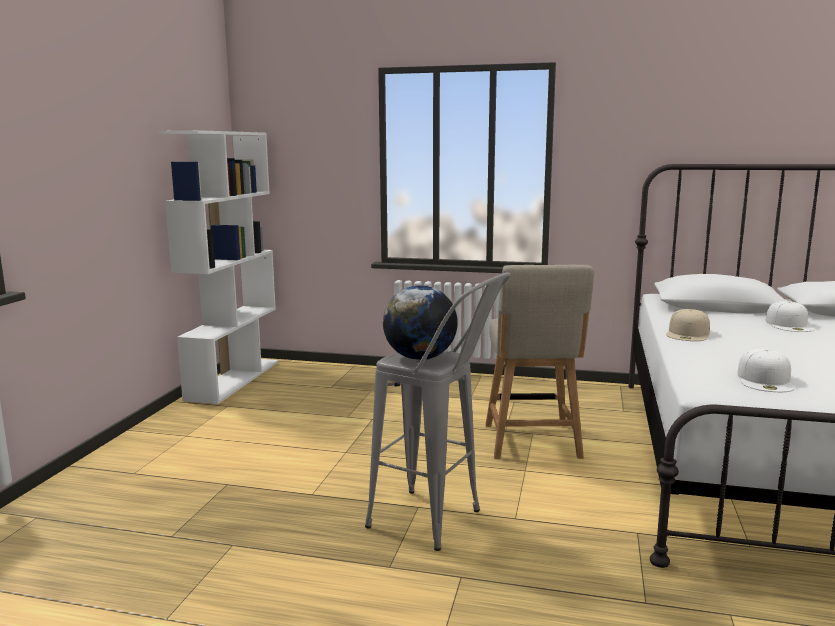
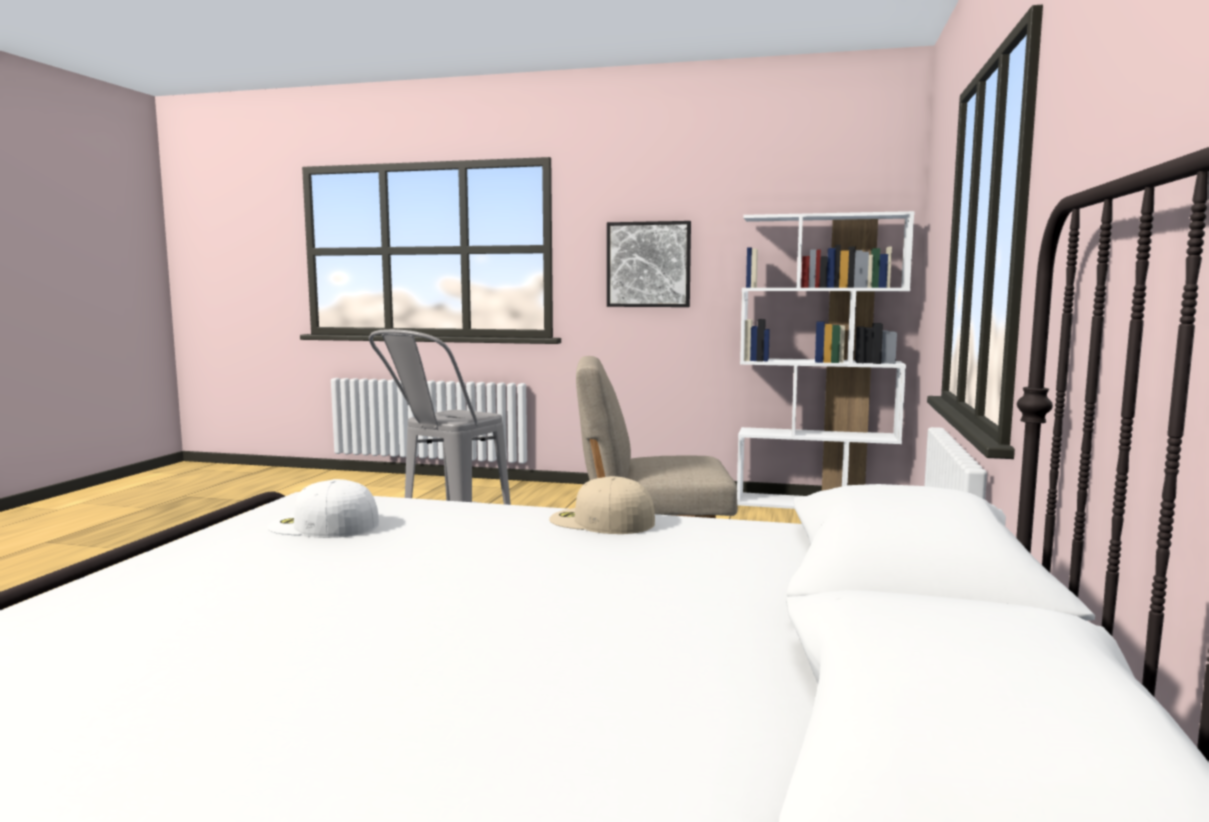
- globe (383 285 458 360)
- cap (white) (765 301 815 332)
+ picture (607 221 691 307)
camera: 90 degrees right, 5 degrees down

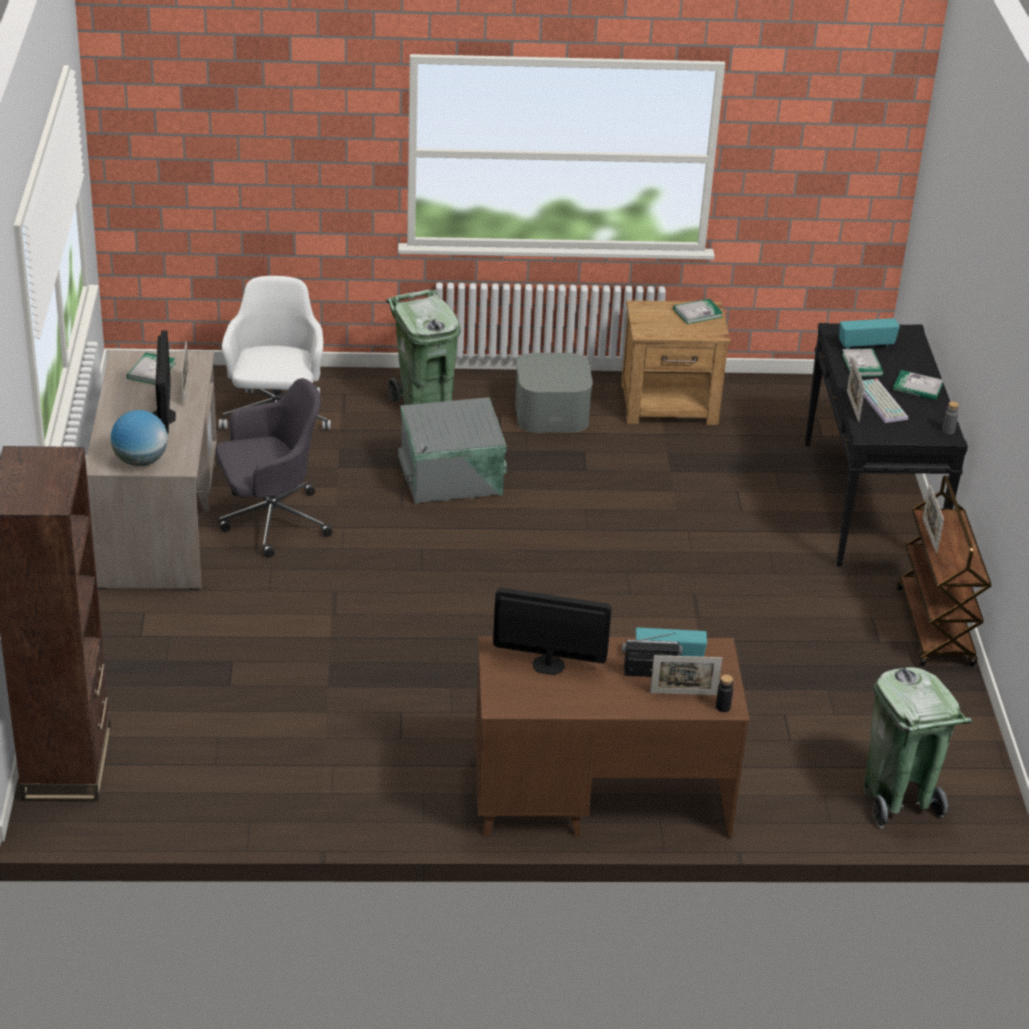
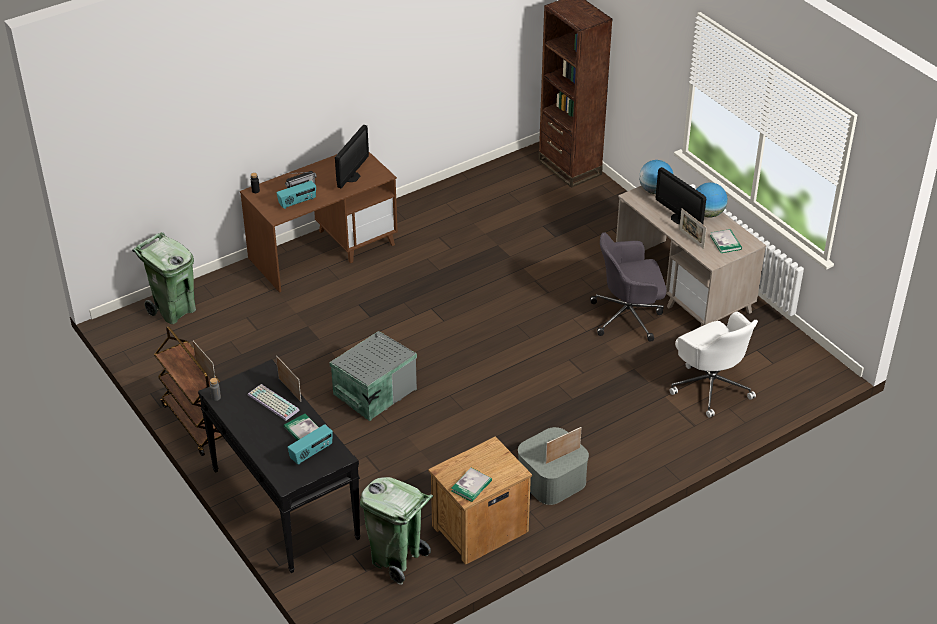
~ trash can (green) (386 290 460 405) to (360 477 433 585)
- book (893 370 944 400)
~ office chair (grey) (216 378 332 558) = (590 232 667 342) 45 degrees clockwise
~ storage box (grey) (398 397 507 505) to (330 331 417 421)
~ monitor (493 588 612 675) = (335 125 369 188) 45 degrees counterclockwise
~ picture frame (650 655 722 695) to (546 427 582 464)
+ globe (696 182 728 217)
camera: 150 degrees right, 5 degrees up

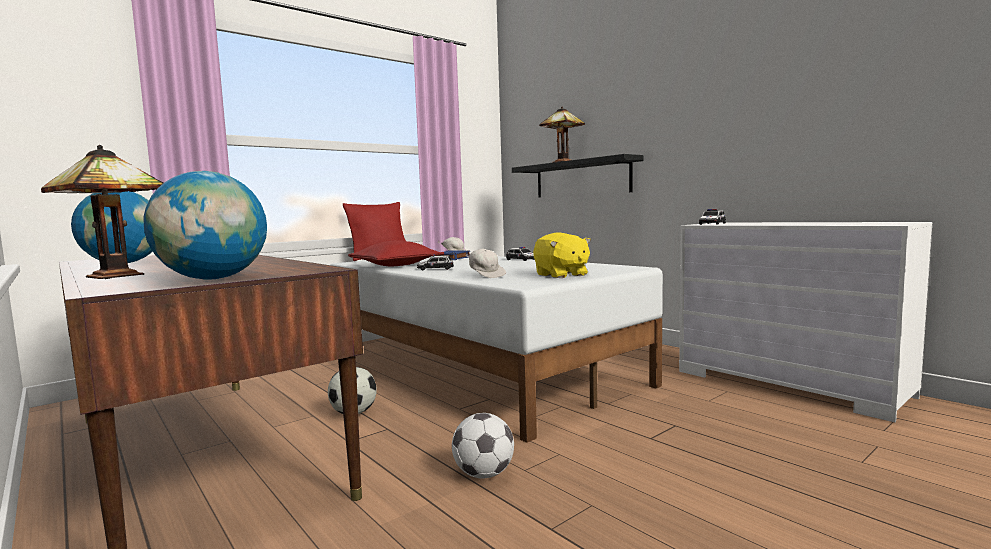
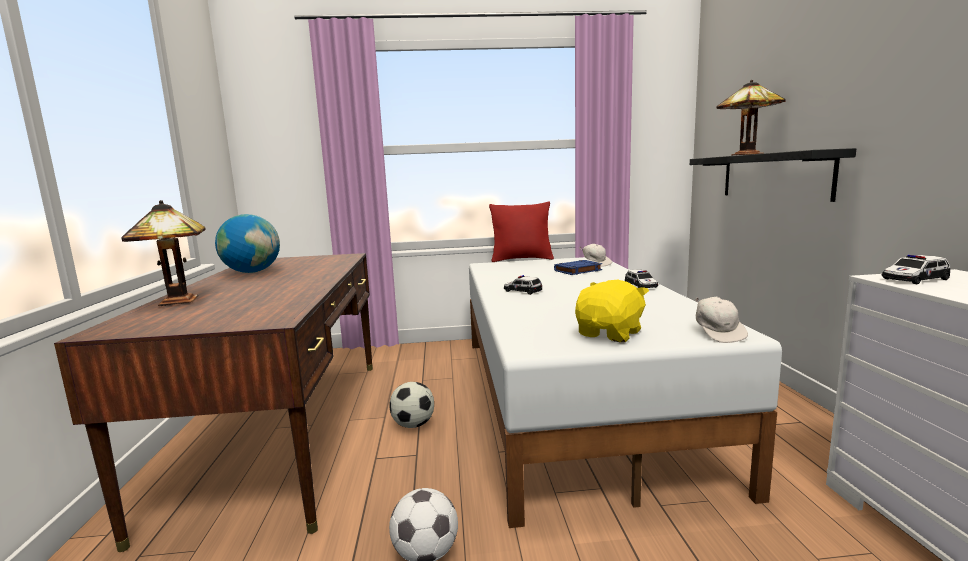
- globe (143 171 267 280)
~ plush toy (yellow) (533 232 591 278) = (575 280 649 342) 150 degrees counterclockwise
- pillow (red) (348 240 444 266)
~ cap (white) (466 249 506 278) to (696 297 748 343)
camera: 35 degrees right, 5 degrees up

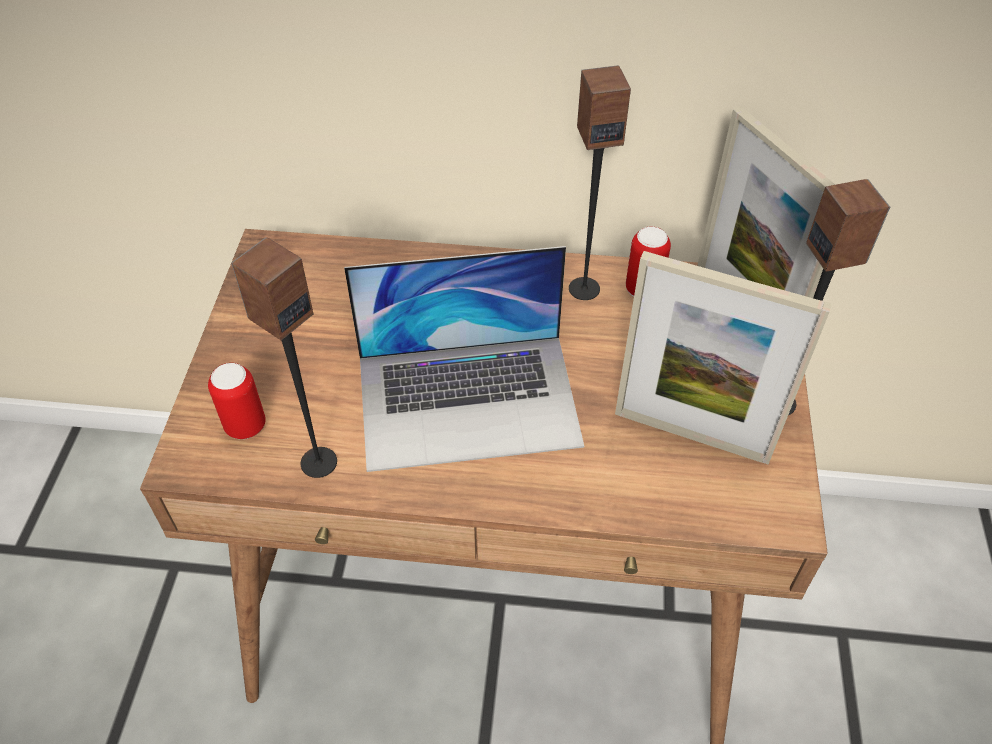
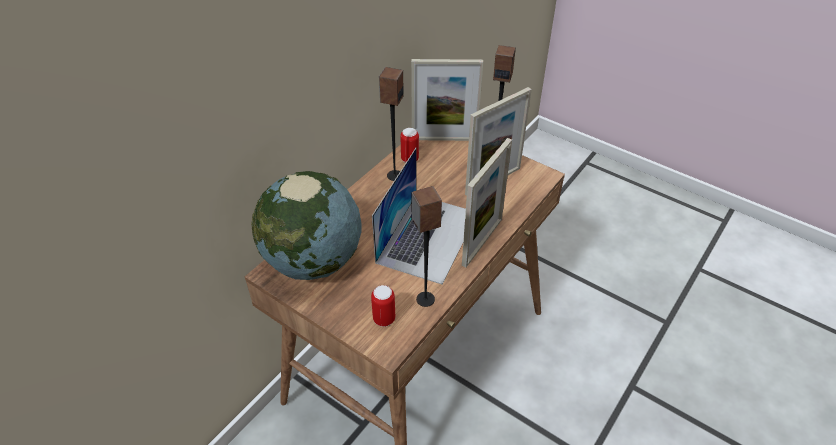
+ picture frame (462 138 512 268)
+ globe (251 171 361 280)
camera: 60 degrees left, 5 degrees down

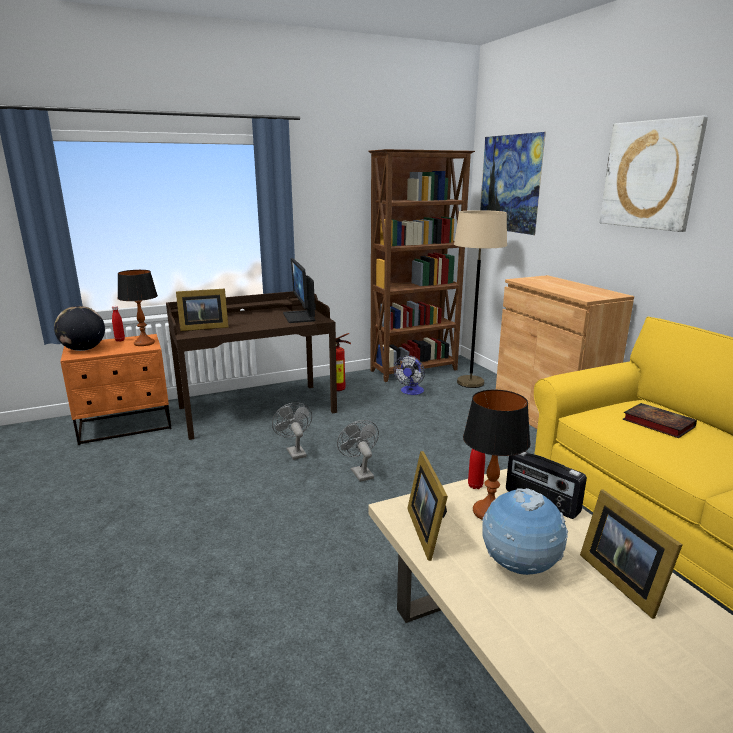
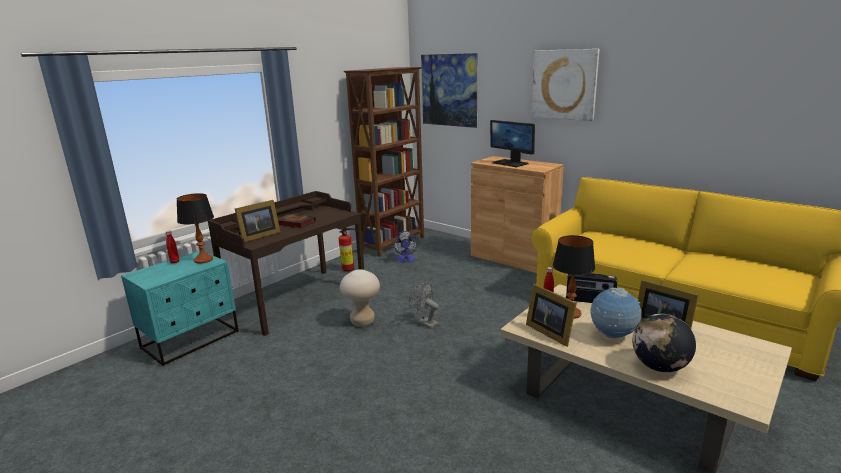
- floor lamp (beige) (454 210 507 388)
~ monitor (283 258 316 323) to (490 120 535 167)
~ globe (54 306 105 351) to (632 314 696 372)
~ nightstand (orange) (60 334 172 445) to nightstand (turquoise) (121 251 239 366)
~ fan (grey) (272 402 312 460) to stool (beige) (340 269 380 327)
~ book (622 403 697 438) to (278 214 316 228)
camera: 25 degrees left, 0 degrees up

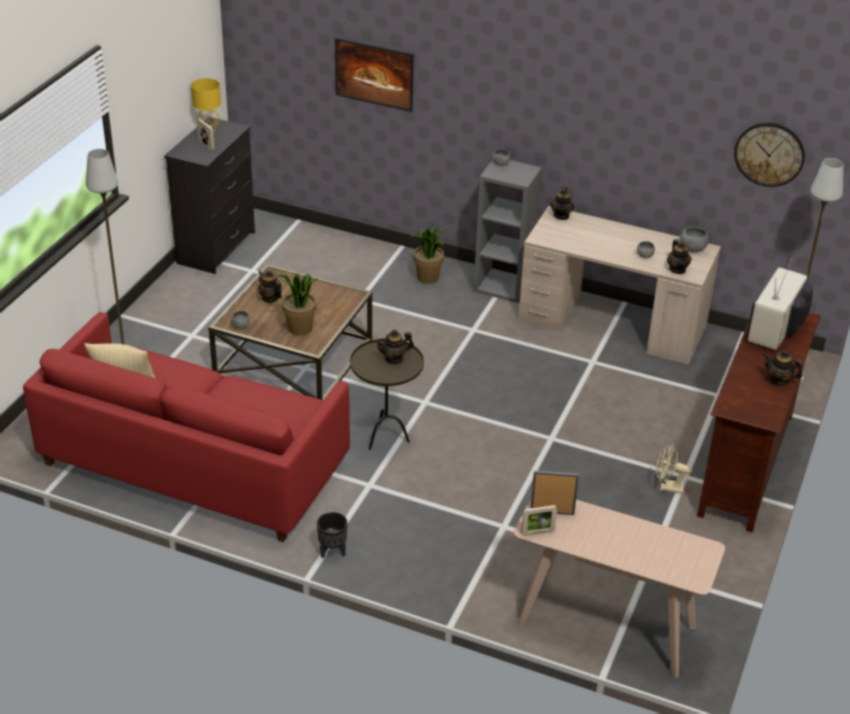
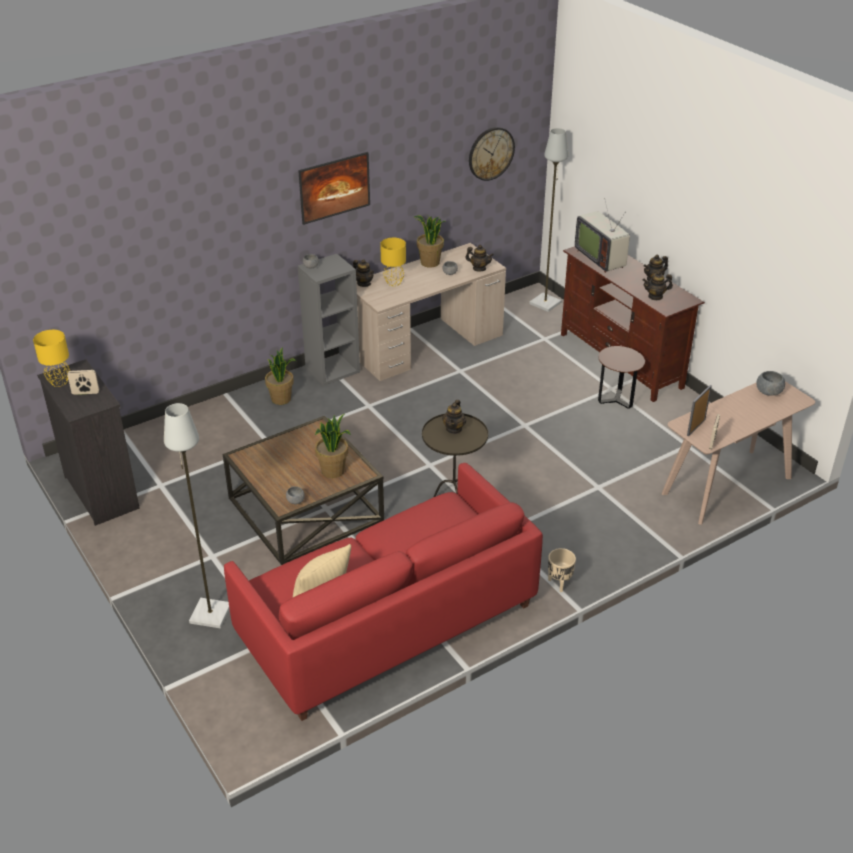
~ picture (335 38 414 112) to (298 152 370 225)
~ bowl (grey) (680 227 709 252) to (756 371 785 396)
~ teapot (258 270 282 303) to (643 271 673 300)
~ fan (beige) (656 444 693 494) to side table (brown) (598 346 645 409)
~ planter (black) (317 512 348 558) to planter (beige) (548 548 576 592)
+ potted plant (414 215 446 268)
+ table lamp (yellow) (380 238 406 286)
camera: 55 degrees left, 0 degrees up

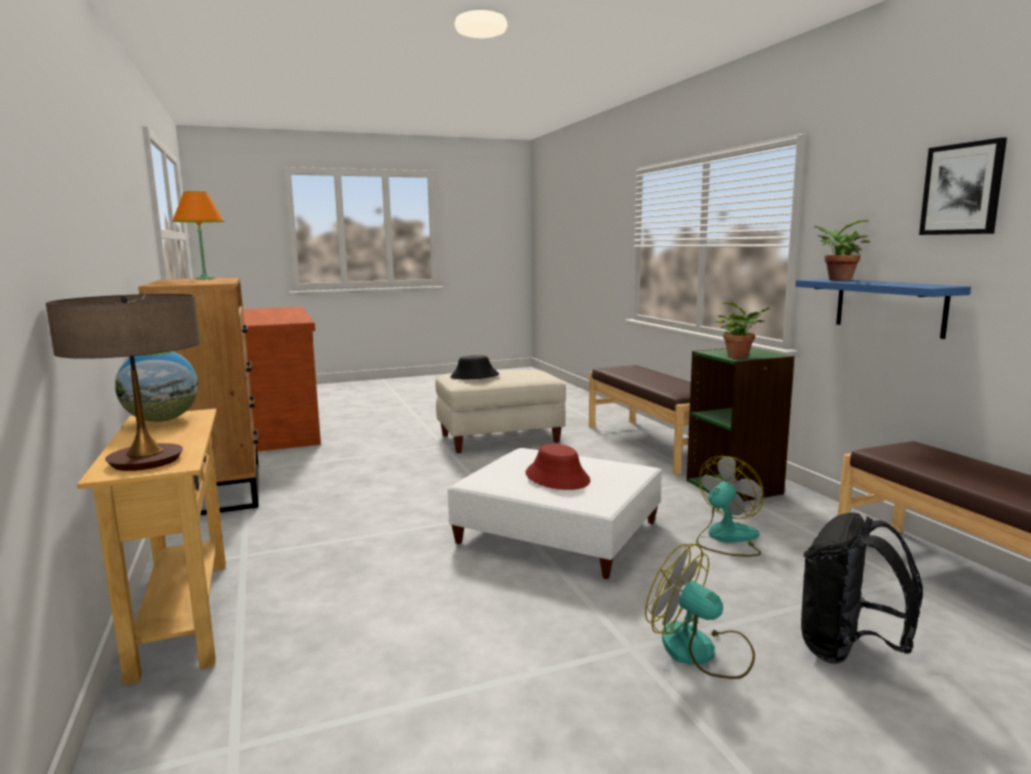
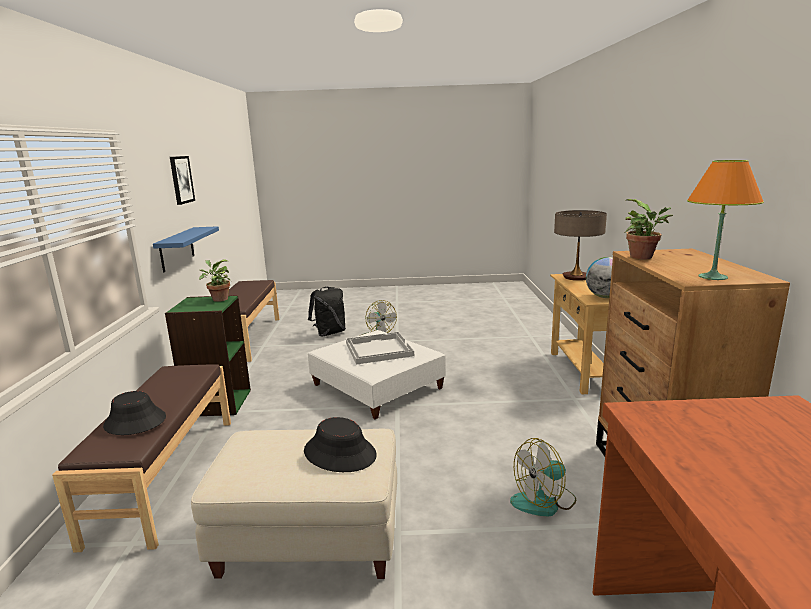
~ potted plant (814 220 870 281) to (625 199 673 259)
~ hat (red) (525 444 590 490) to tray (white) (346 332 414 365)
~ fan (696 456 764 557) to (510 438 576 516)
+ hat (black) (103 391 166 435)
camera: 160 degrees left, 5 degrees up

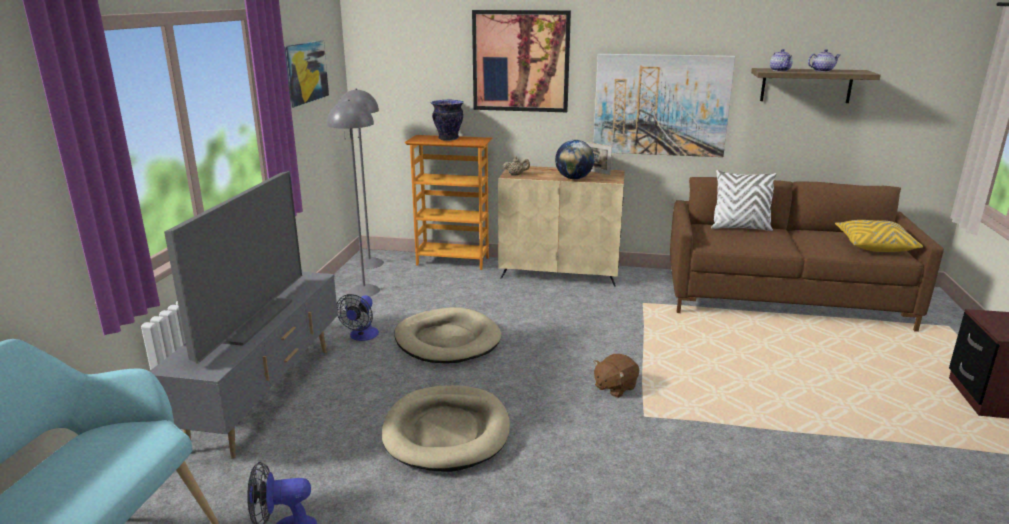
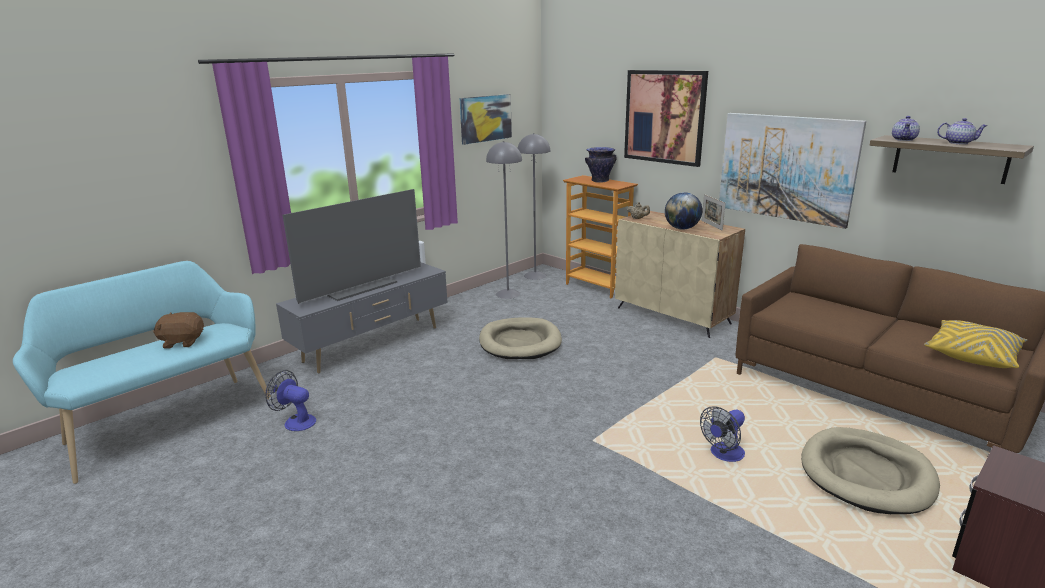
- pillow (white) (711 170 776 231)
~ fan (337 294 379 341) to (700 406 745 462)
~ plush toy (brown) (593 354 639 398) to (153 312 204 349)
~ dog bed (beige) (382 385 510 472) to (801 427 940 514)
camera: 35 degrees right, 0 degrees up

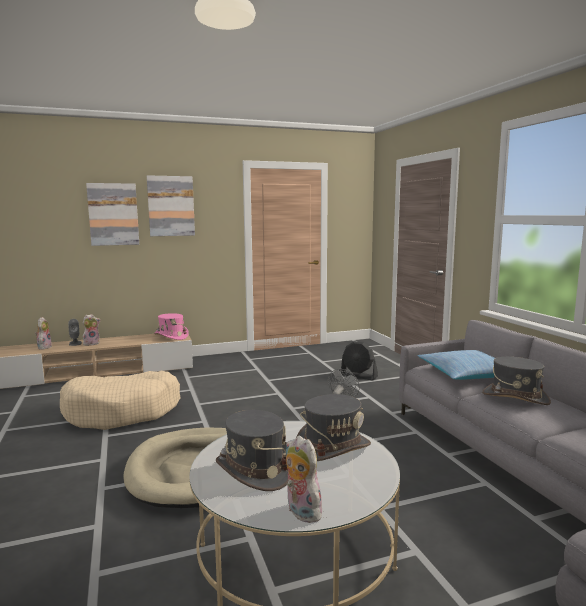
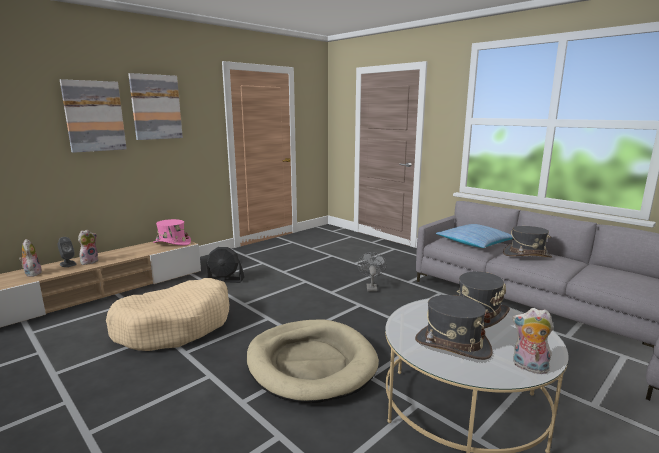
~ fan (black) (341 341 378 381) to (206 247 244 283)
camera: 25 degrees left, 5 degrees up

